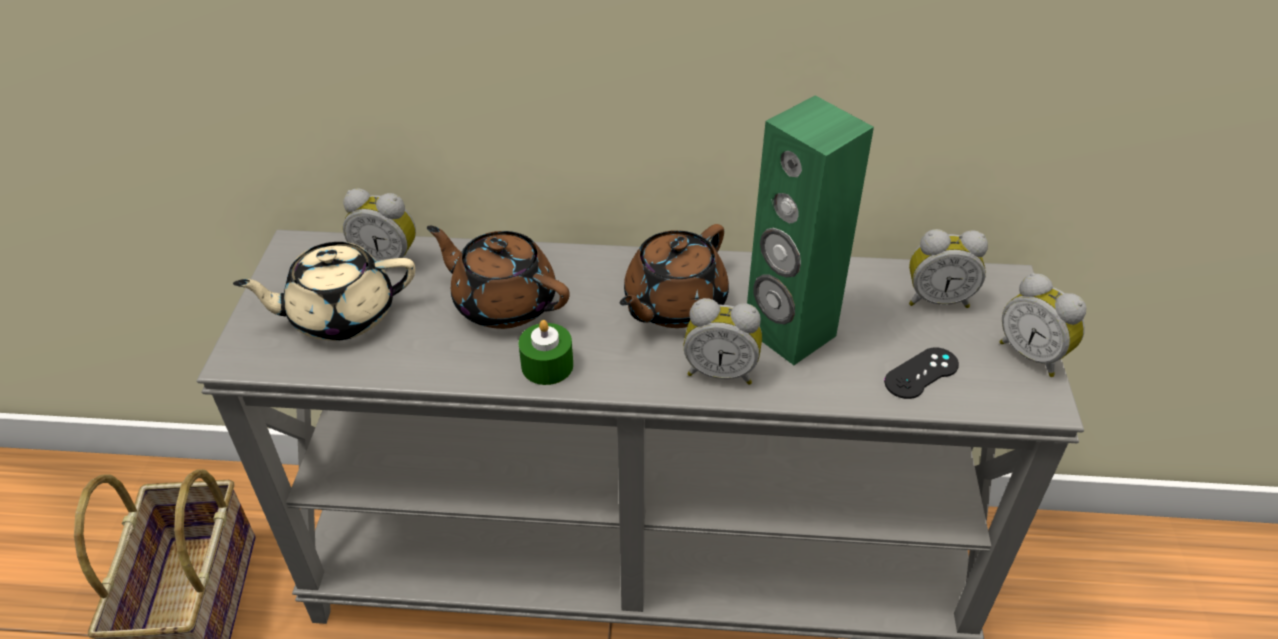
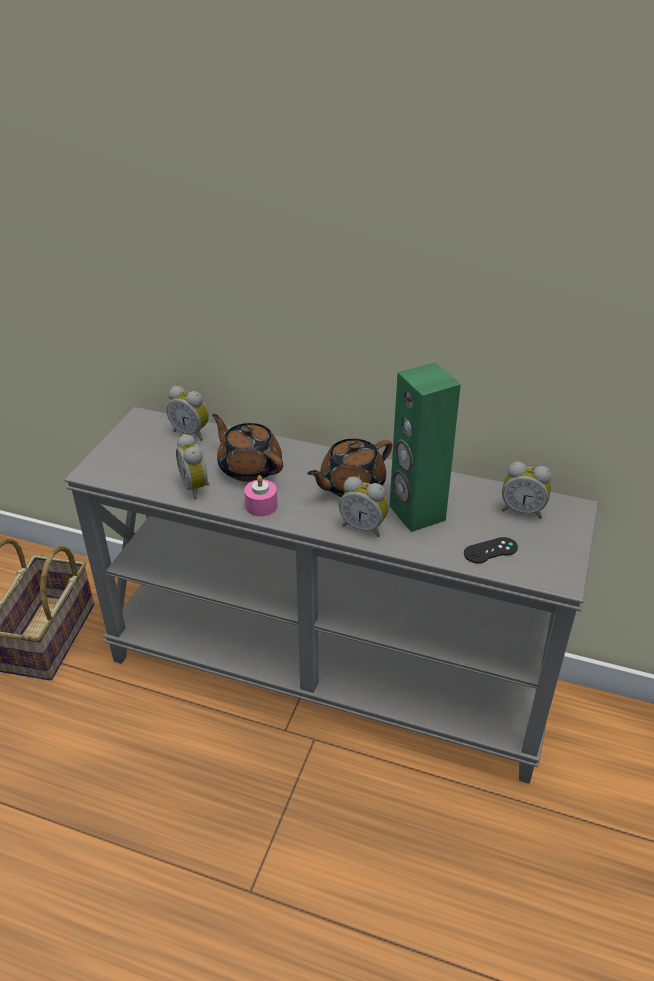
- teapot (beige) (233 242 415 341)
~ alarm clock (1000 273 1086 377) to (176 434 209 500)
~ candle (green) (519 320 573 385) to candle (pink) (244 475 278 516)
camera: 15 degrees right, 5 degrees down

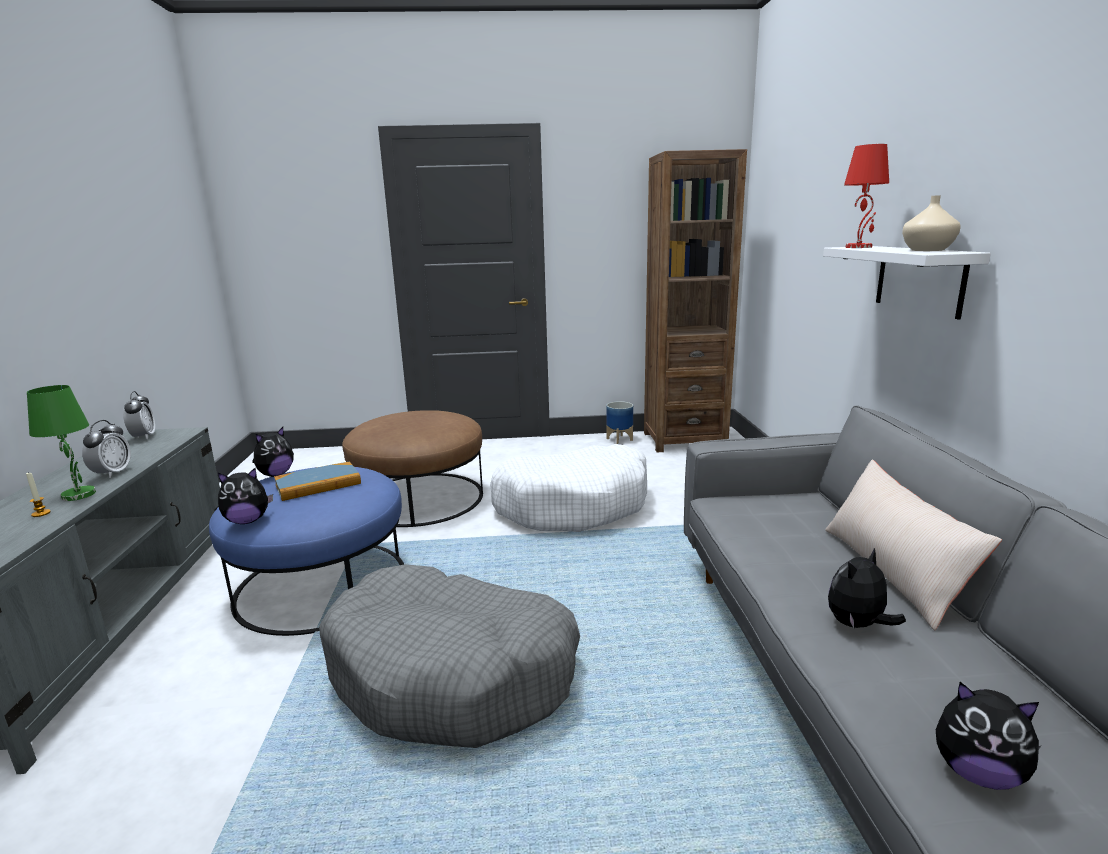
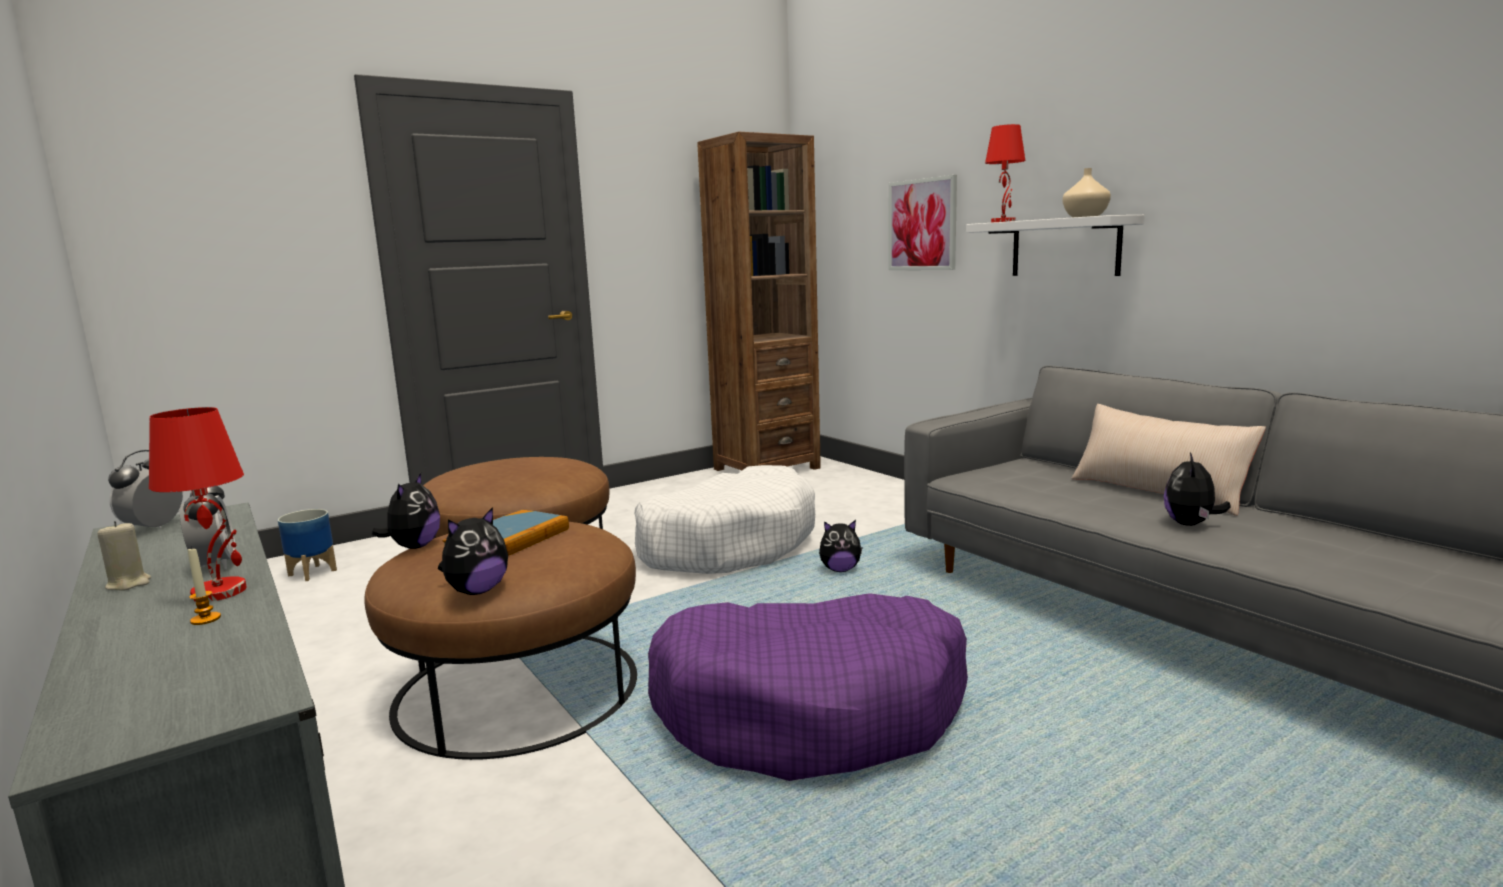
~ table lamp (green) (27 385 96 501) to table lamp (red) (149 407 247 602)
~ alarm clock (123 391 155 439) = (108 450 183 528) 120 degrees counterclockwise
~ planter (606 401 633 444) to (278 509 337 581)
~ ottoman (blue) (209 467 404 636) to ottoman (brown) (364 522 637 760)
~ dog bed (grey) (319 564 580 748) to dog bed (purple) (648 593 968 781)
~ plush toy (936 682 1041 790) to (819 520 863 572)
+ picture (888 175 957 270)
+ candle (beige) (98 521 151 591)
camera: 30 degrees left, 5 degrees down

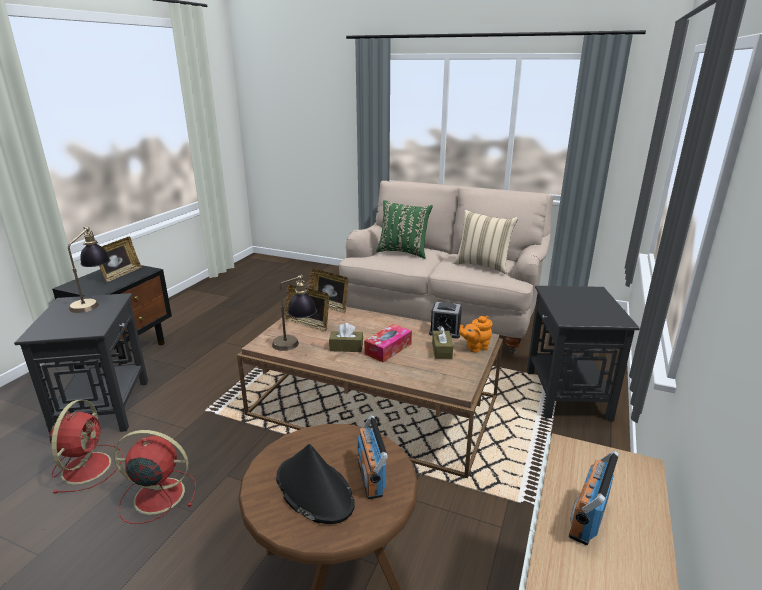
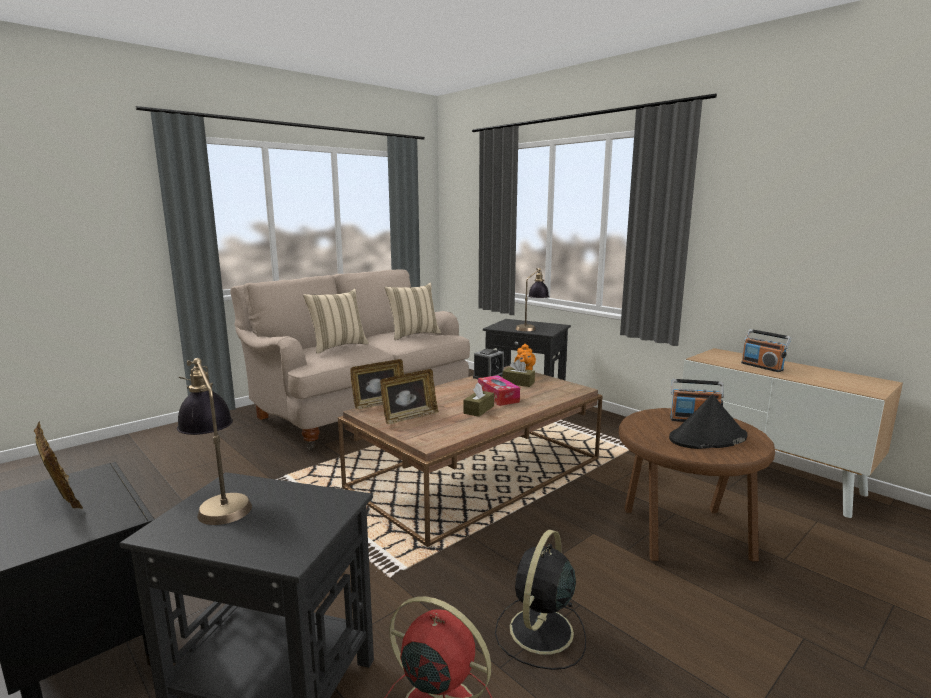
~ pillow (green) (376 200 433 259) to pillow (beige) (303 289 369 354)
~ table lamp (272 275 317 351) to (516 268 549 331)
~ fan (red) (114 430 196 524) to fan (black) (495 529 586 670)
camera: 65 degrees left, 10 degrees down

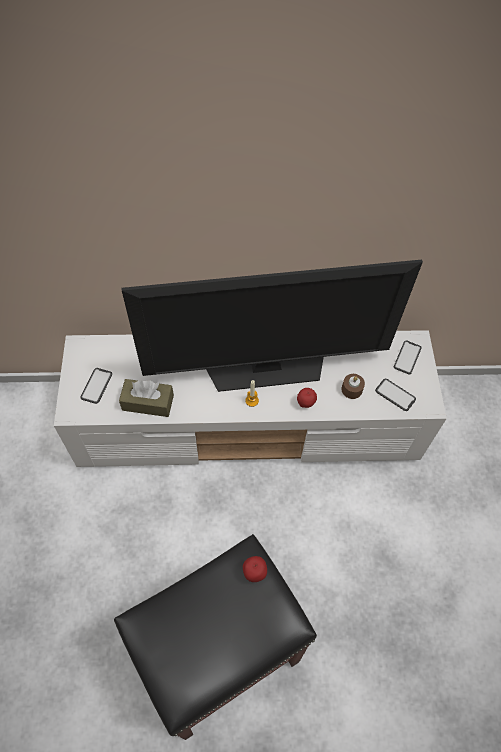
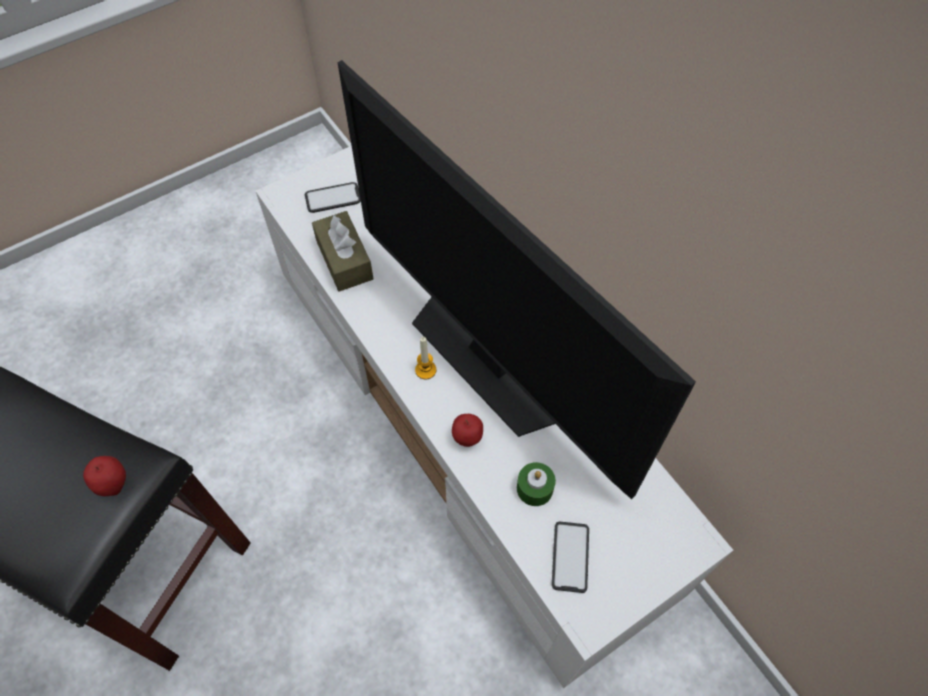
- phone (394 340 421 374)
~ candle (brown) (341 374 365 399) to candle (green) (517 462 556 506)
camera: 60 degrees right, 0 degrees up

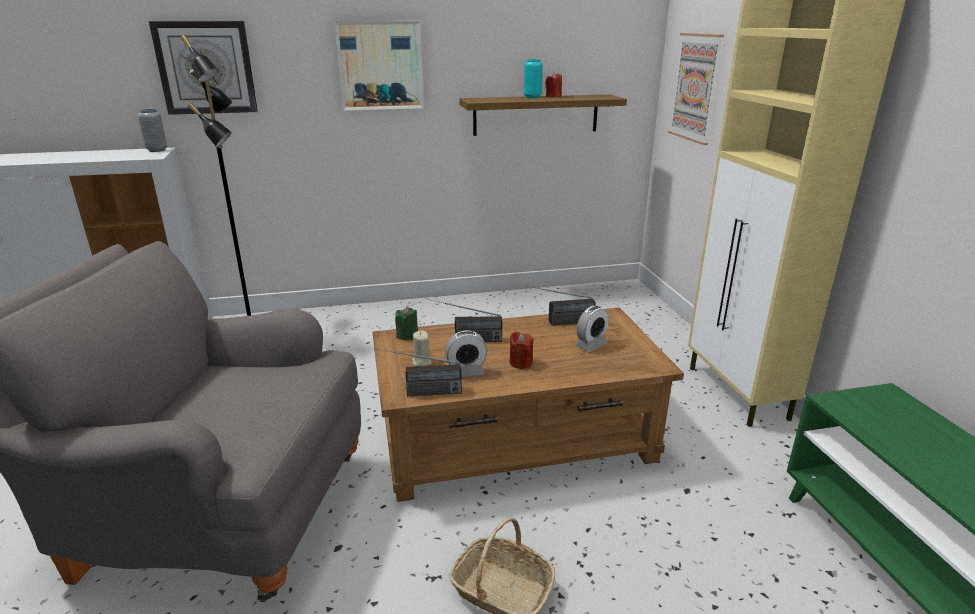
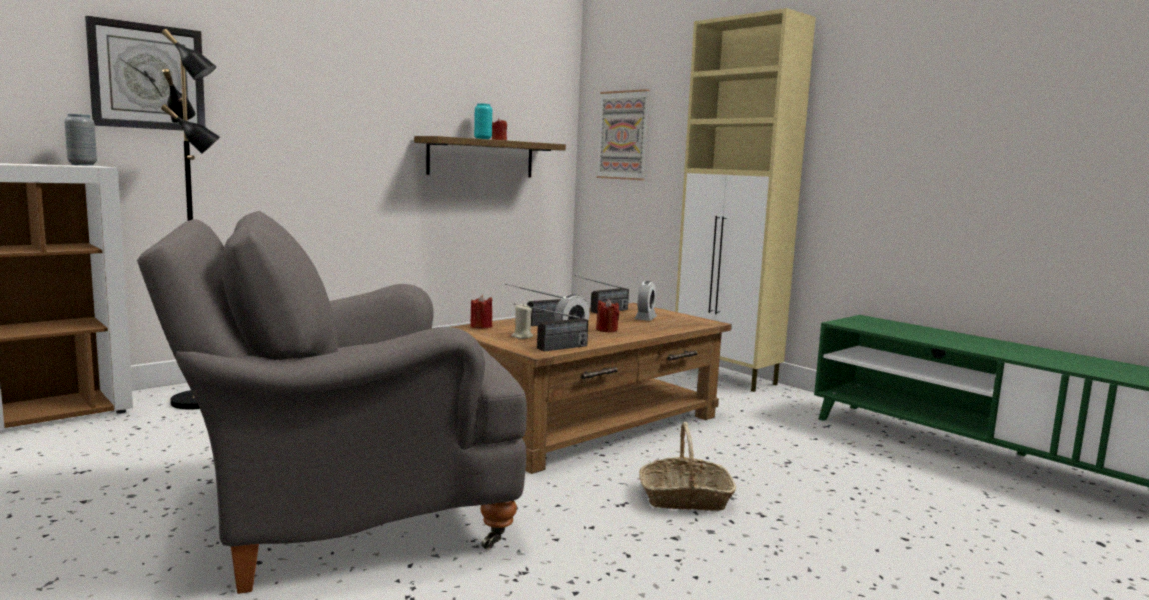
- picture (334 21 424 111)
~ candle (green) (395 307 418 340) to candle (red) (470 294 492 328)
camera: 30 degrees left, 15 degrees down

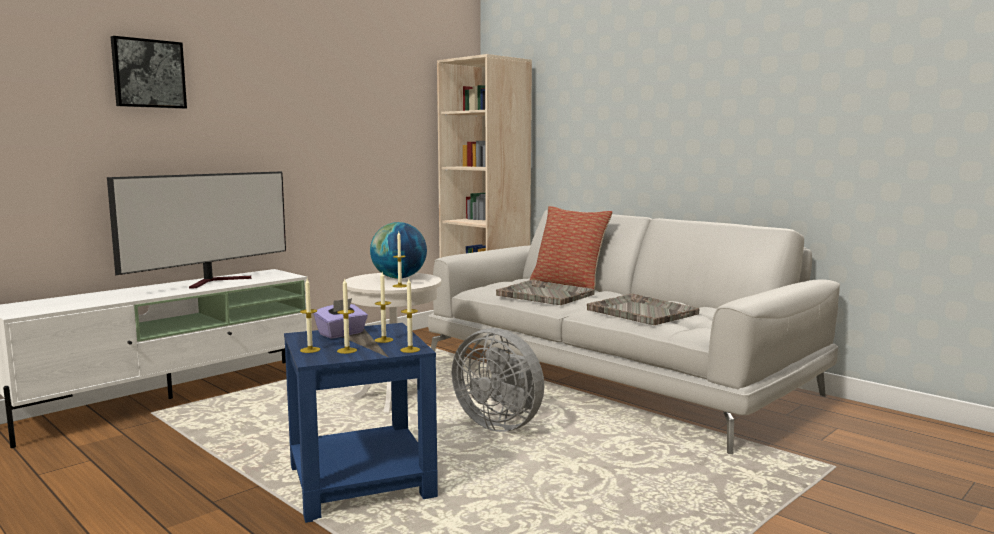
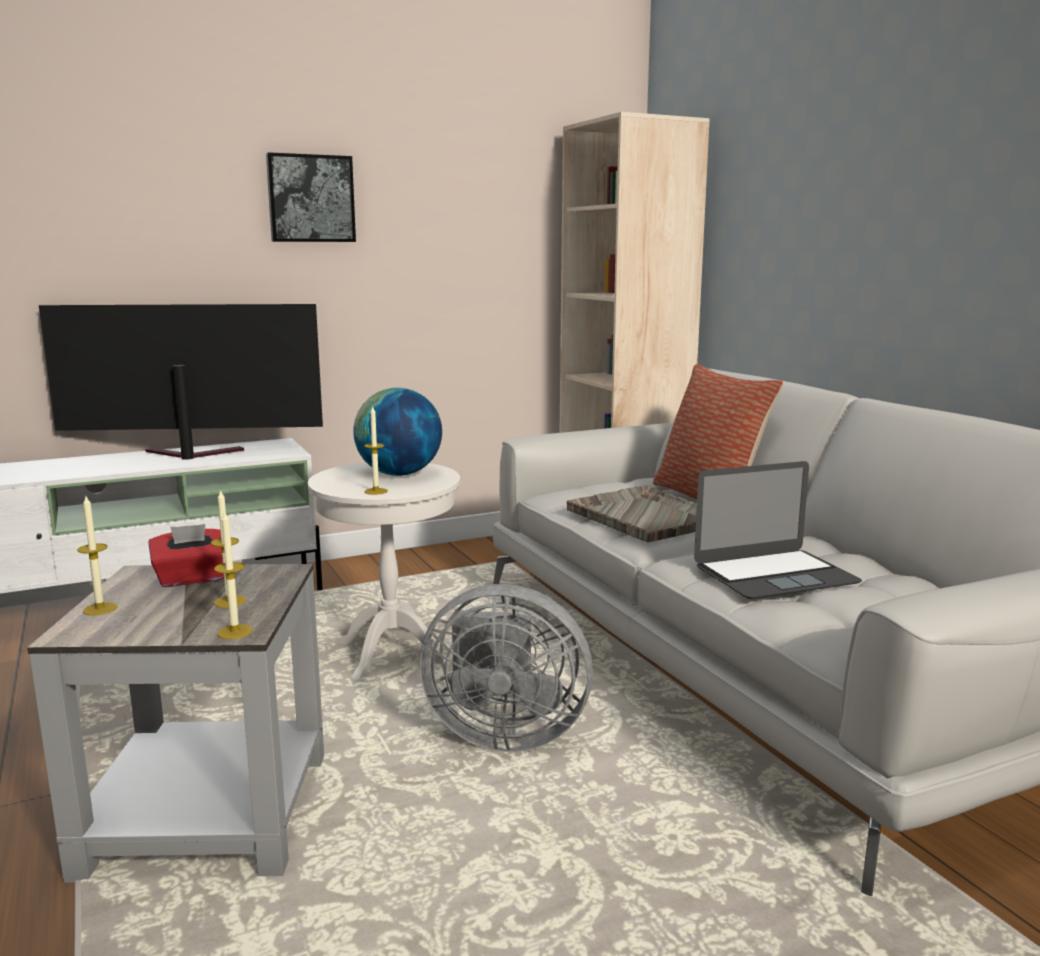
~ picture (111 36 187 109) to (266 152 356 242)
~ television (107 171 286 289) = (39 304 323 460) 150 degrees counterclockwise
- candle (337 278 357 354)
~ tray (grey) (587 294 700 325) to laptop (694 461 862 599)
~ tissue box (purple) (314 298 368 339) to tissue box (red) (149 524 224 587)
~ side table (blue) (284 323 438 523) to side table (grey) (27 564 324 883)
~ fan (grey) (451 328 544 432) = (420 584 593 752) 45 degrees counterclockwise
camera: 20 degrees right, 5 degrees up

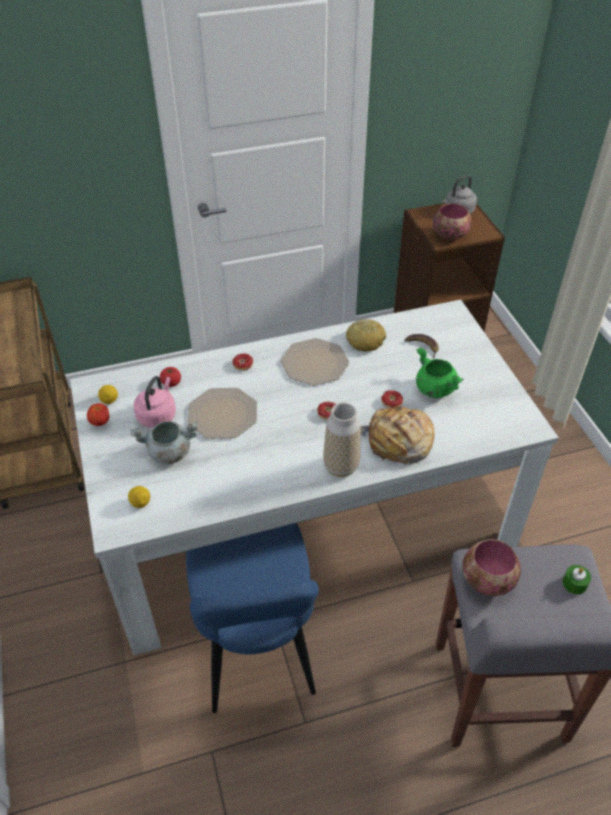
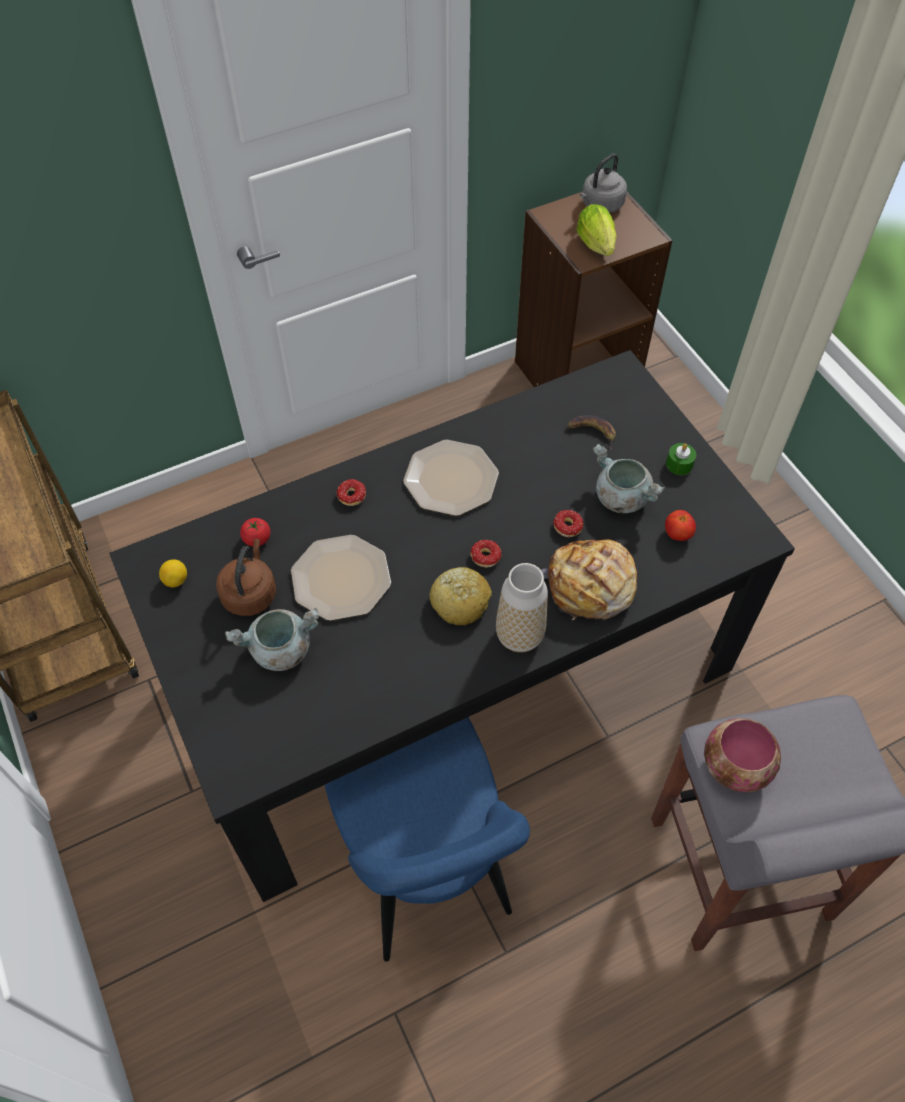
~ bowl (433 203 472 243) to lettuce (576 204 617 256)
~ dining table (white) (70 300 559 655) to dining table (black) (109 350 795 902)
~ bread (346 319 386 352) to (429 567 492 625)
~ cooking pot (green) (416 347 464 398) to cooking pot (grey) (593 444 665 513)
~ kettle (pink) (134 376 176 428) to kettle (brown) (216 539 276 616)
~ tomato (87 403 109 426) to (665 510 696 541)
- lemon (128 486 150 508)
~ candle (green) (562 565 591 594) to (666 443 696 475)
camera: 10 degrees left, 10 degrees up

